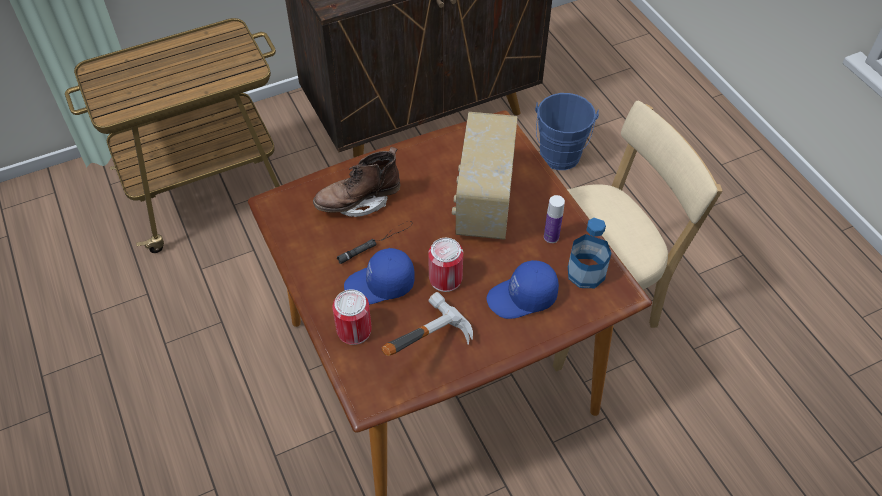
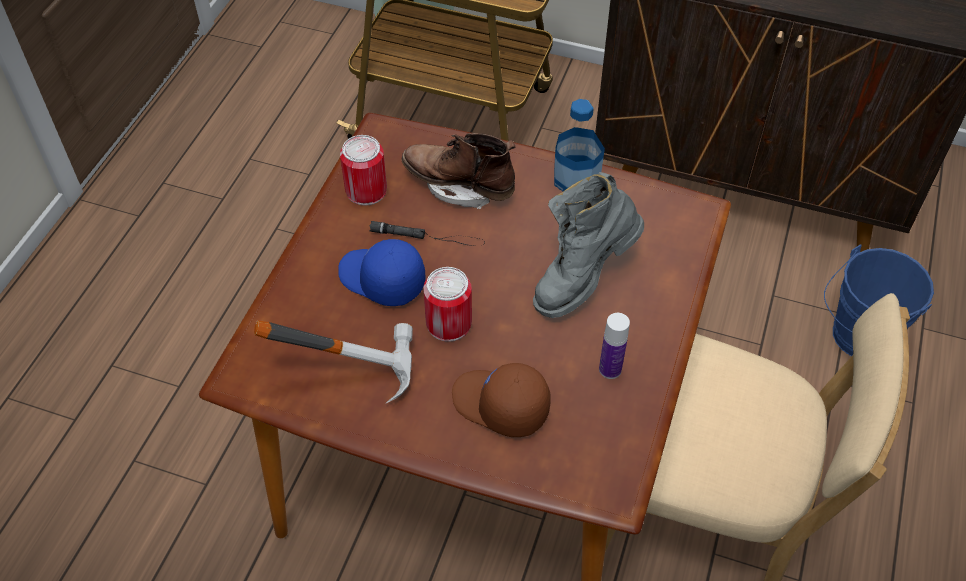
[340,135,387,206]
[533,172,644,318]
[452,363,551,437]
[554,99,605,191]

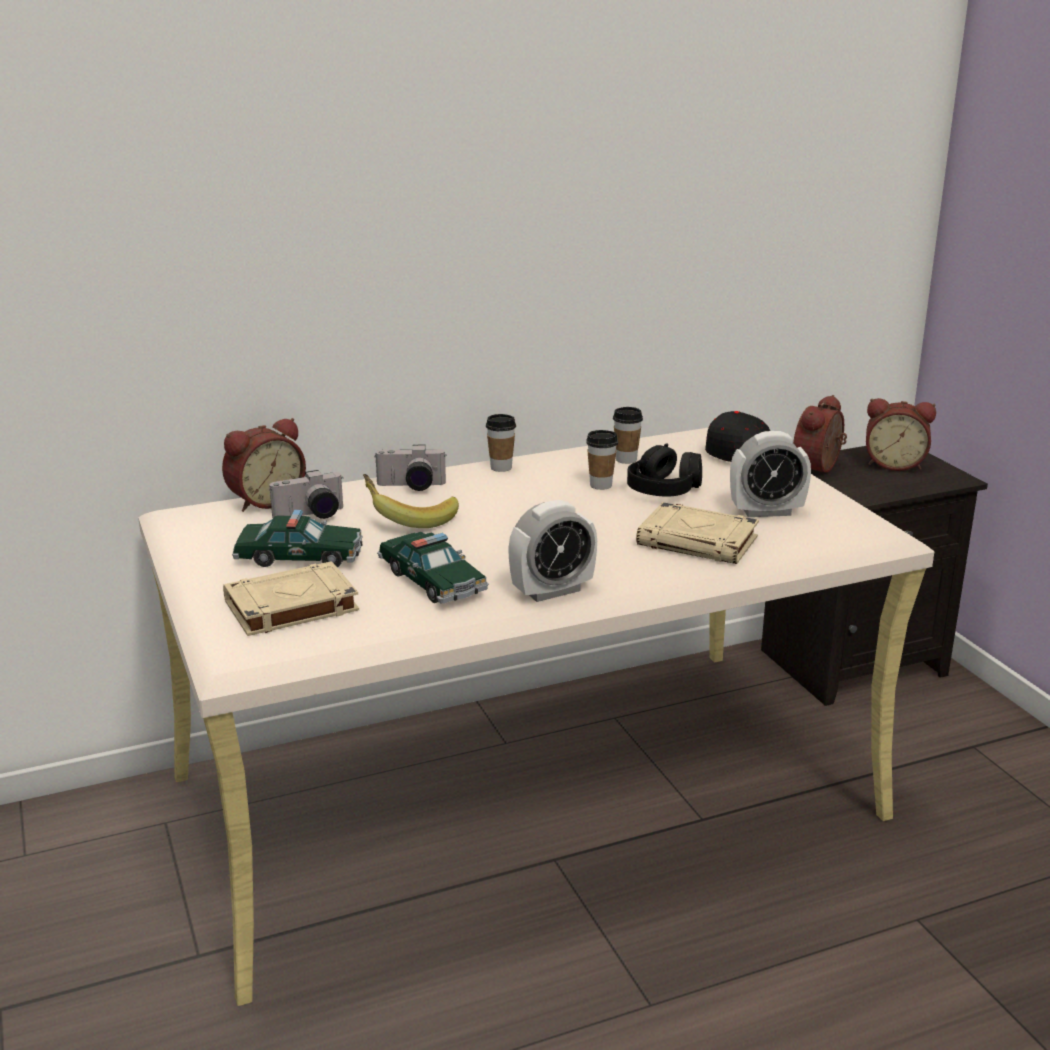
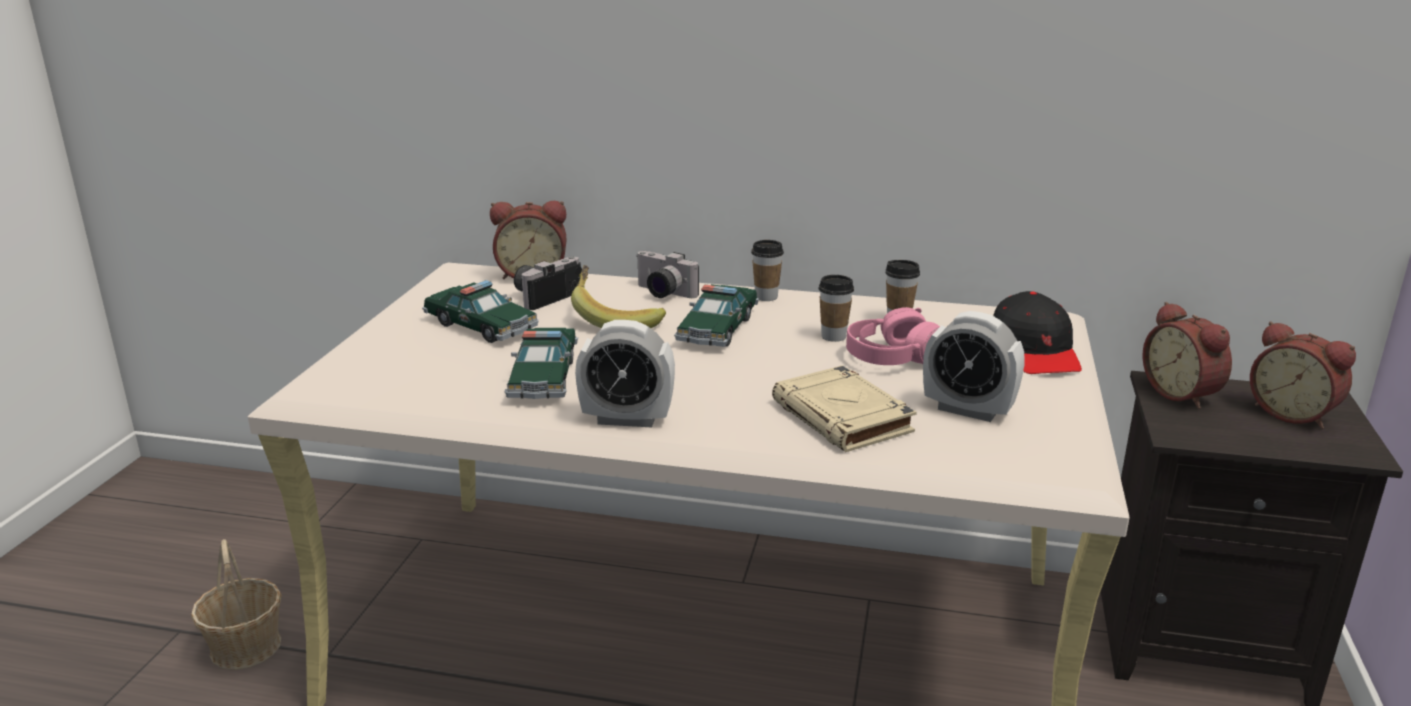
[223,561,359,636] (first image)
[514,256,582,310]
[846,307,940,365]
[1143,302,1232,409]
[191,539,282,670]
[674,284,759,347]

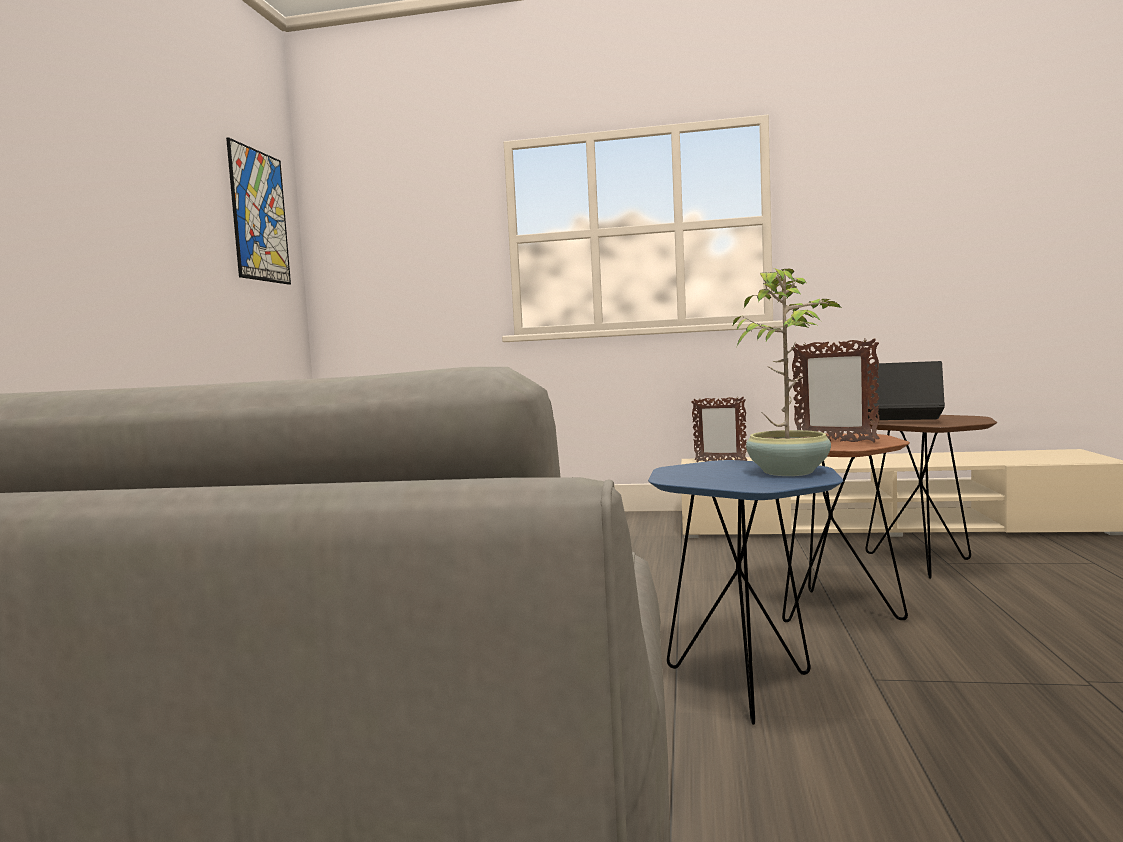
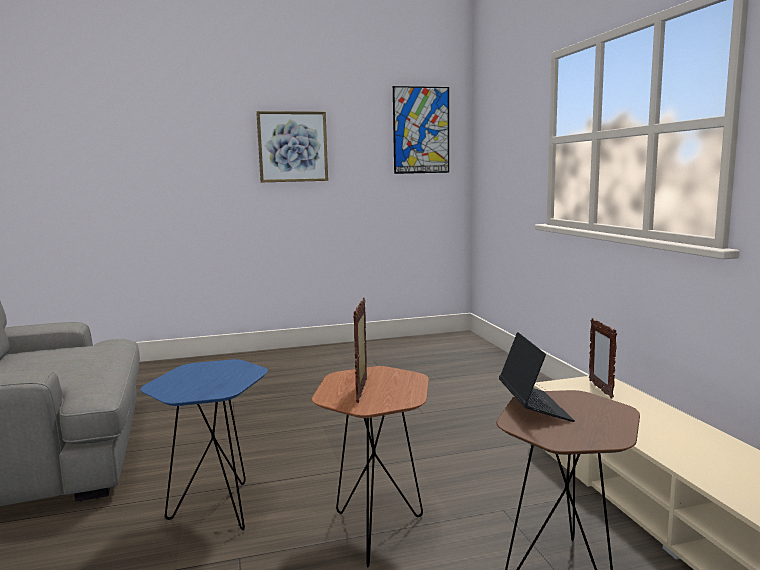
[733,268,842,476] (first image)
[256,111,328,182]

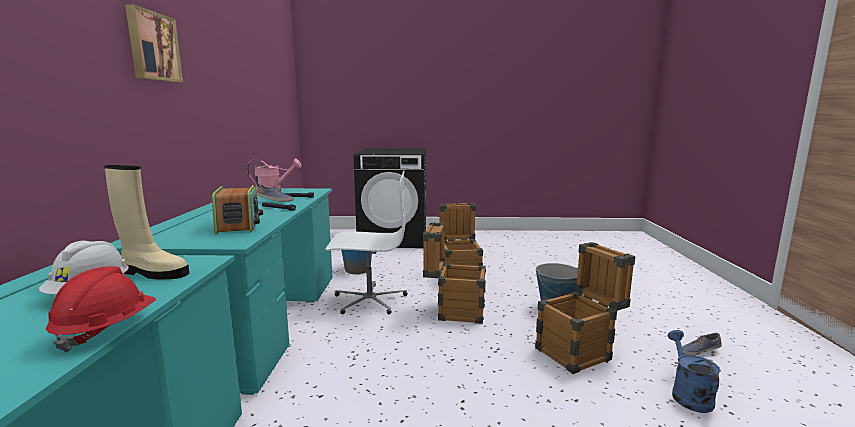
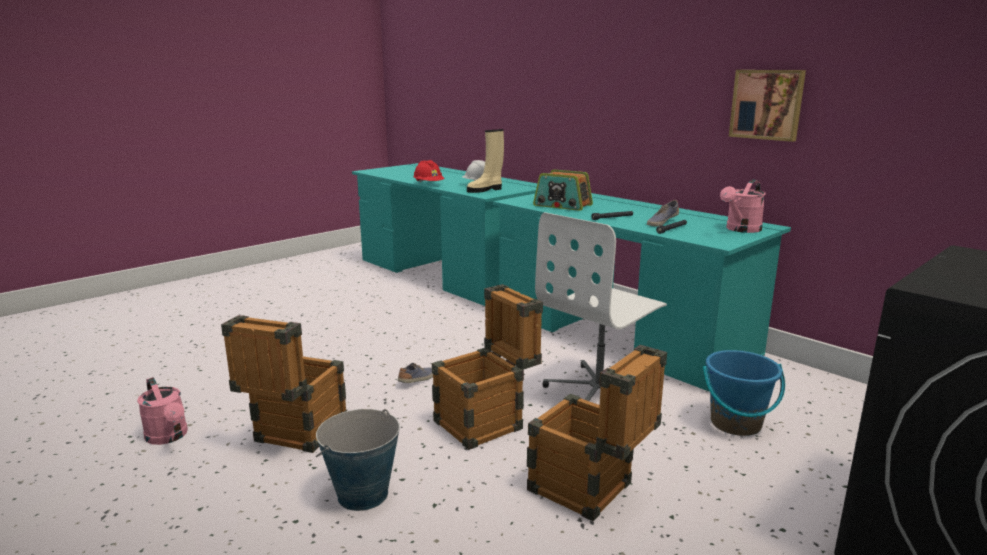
[729,70,806,142]
[137,377,188,445]
[398,363,433,383]

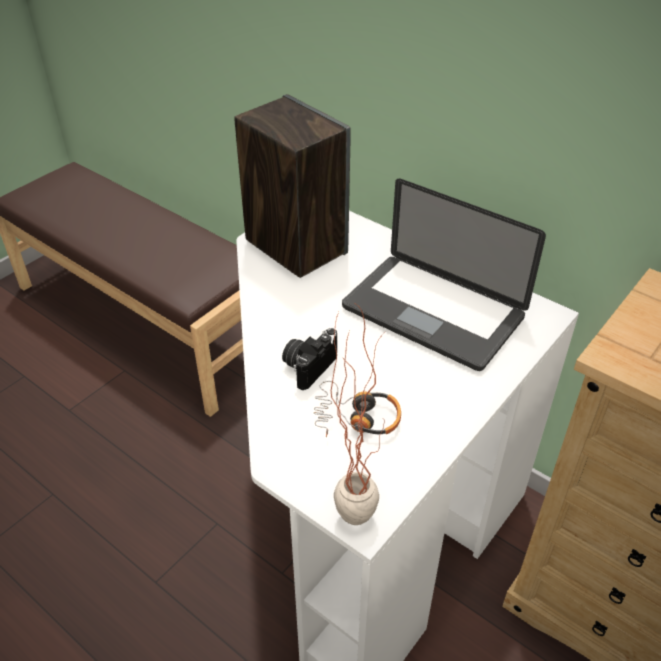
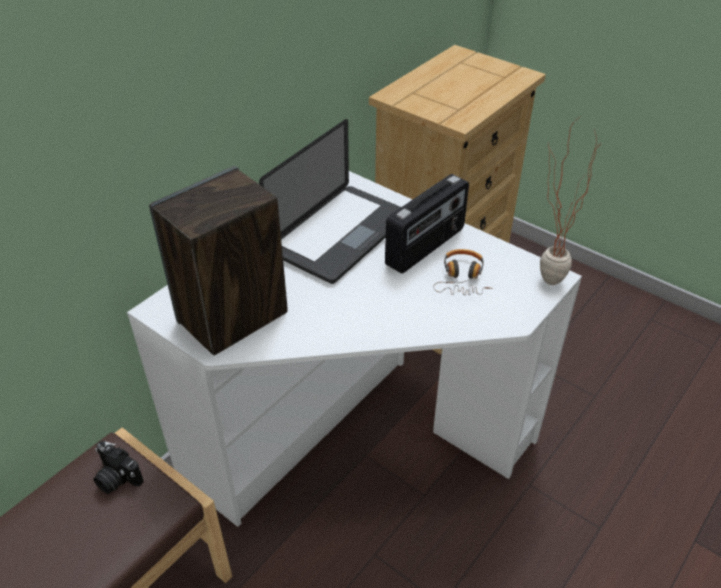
[93,441,144,494]
[385,174,469,273]

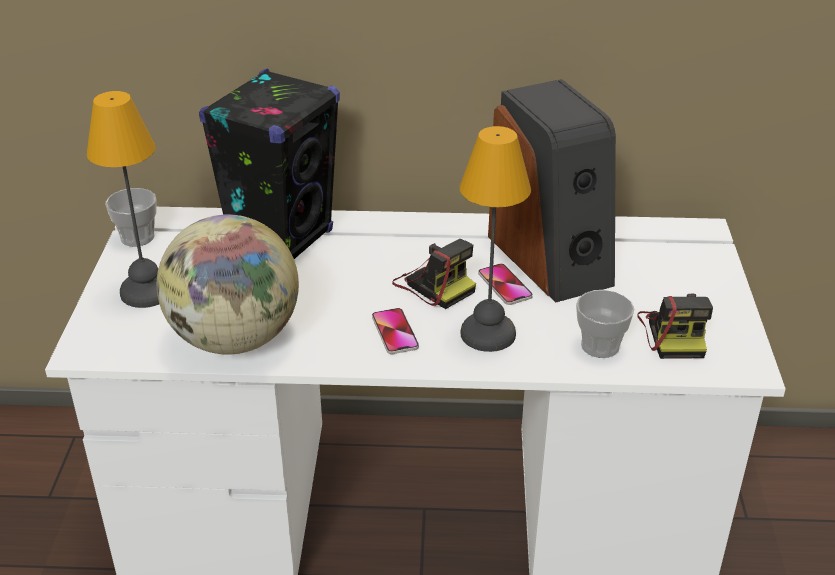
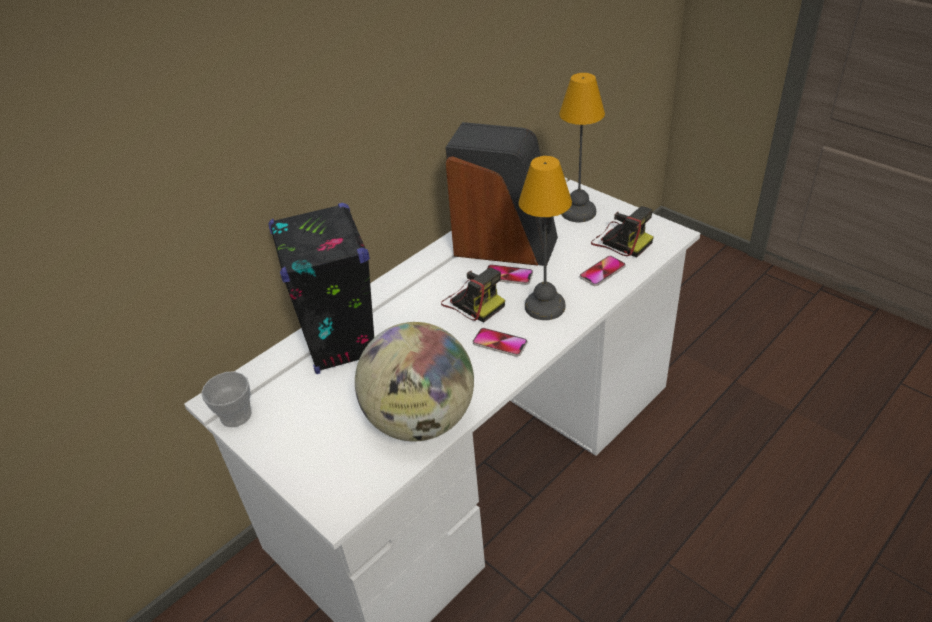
[559,73,605,222]
[441,268,505,323]
[580,256,626,286]

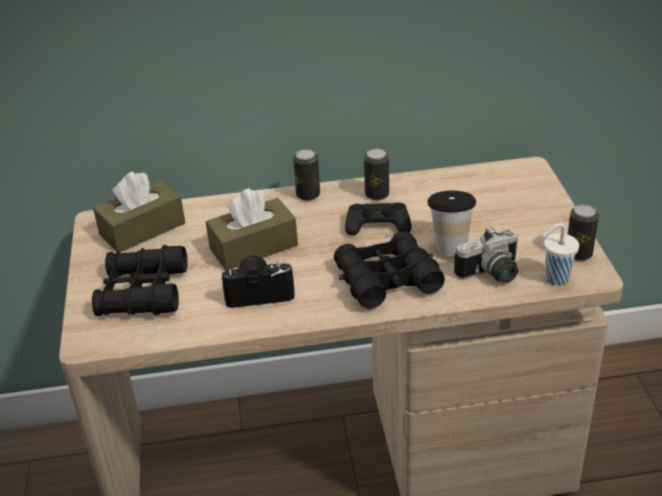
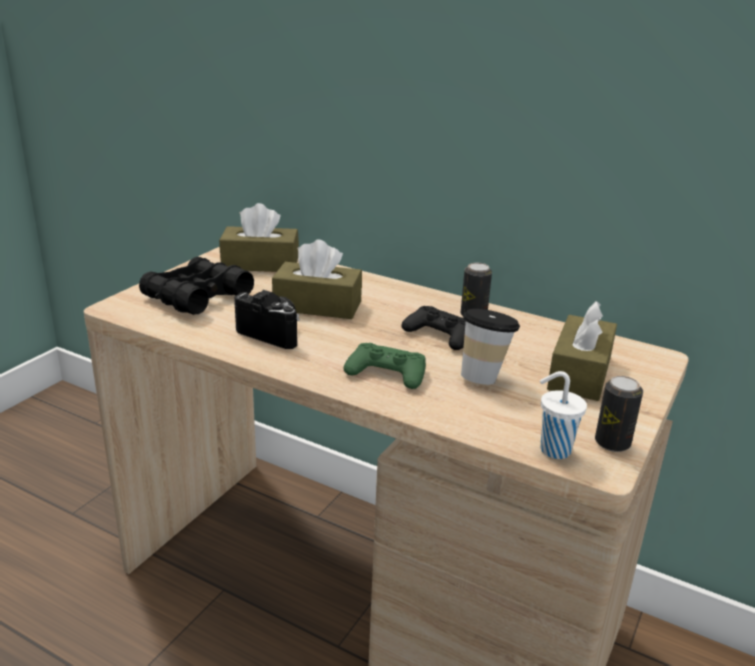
[293,149,320,201] (first image)
[344,343,426,389]
[454,227,519,283] (first image)
[547,301,617,401]

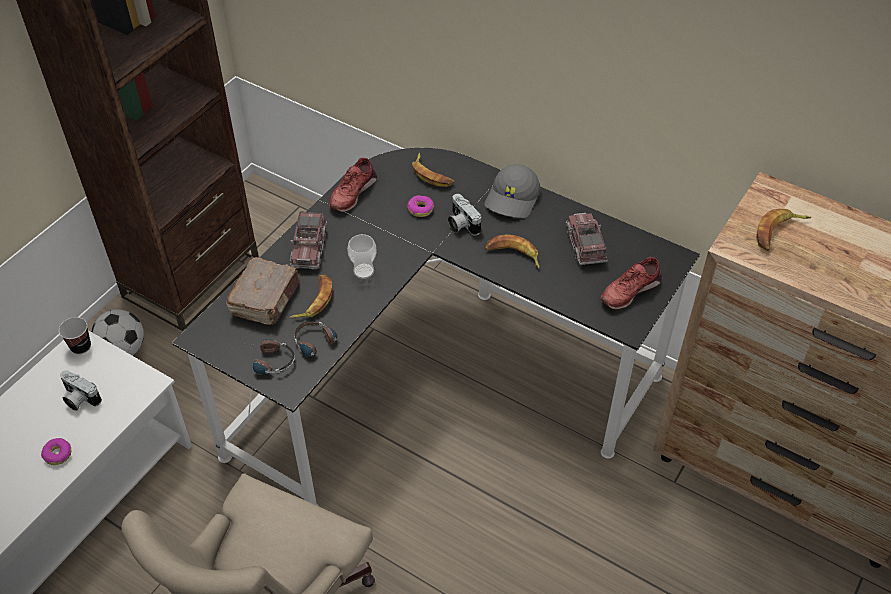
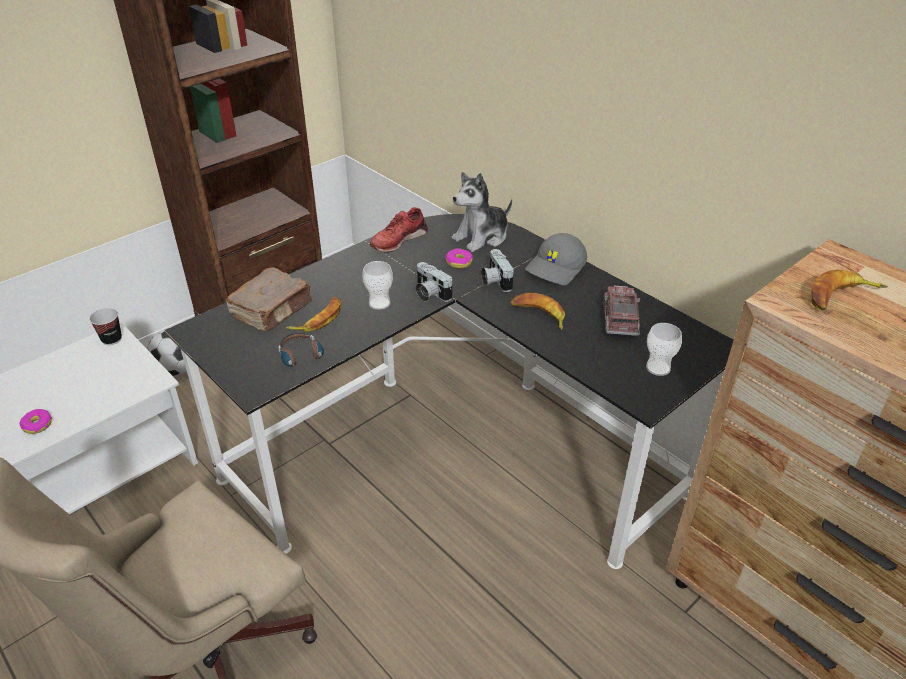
[416,262,452,302]
[250,339,295,374] (first image)
[290,211,327,269] (first image)
[452,172,512,252]
[646,323,682,376]

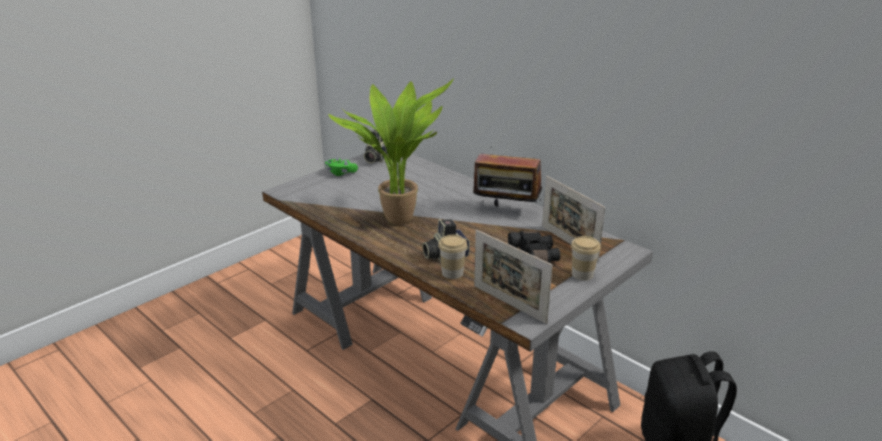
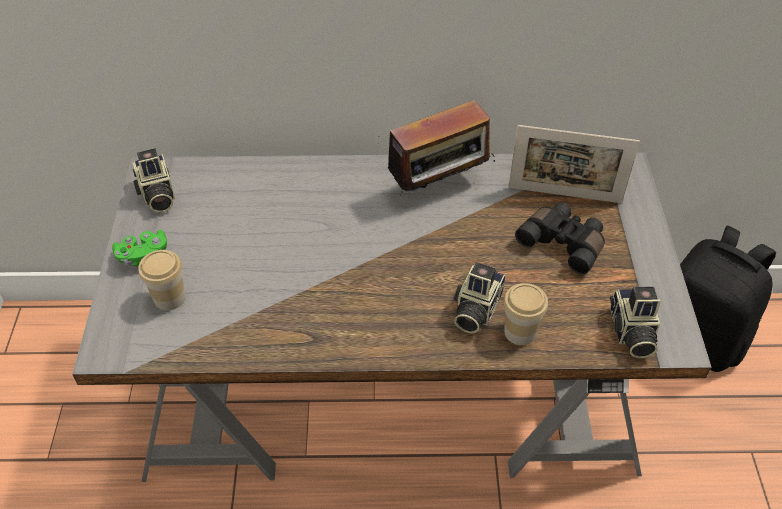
[328,78,454,225] (first image)
[610,287,660,358]
[138,250,185,311]

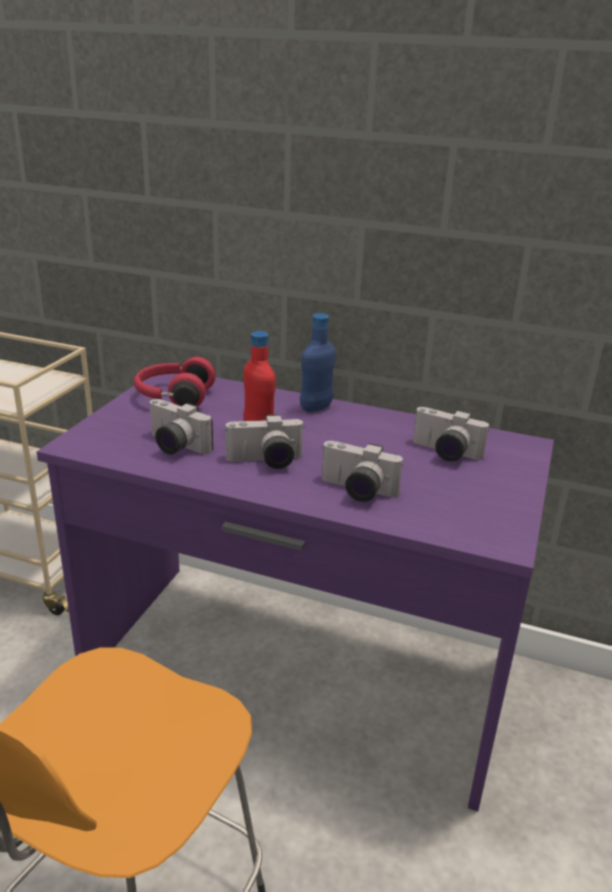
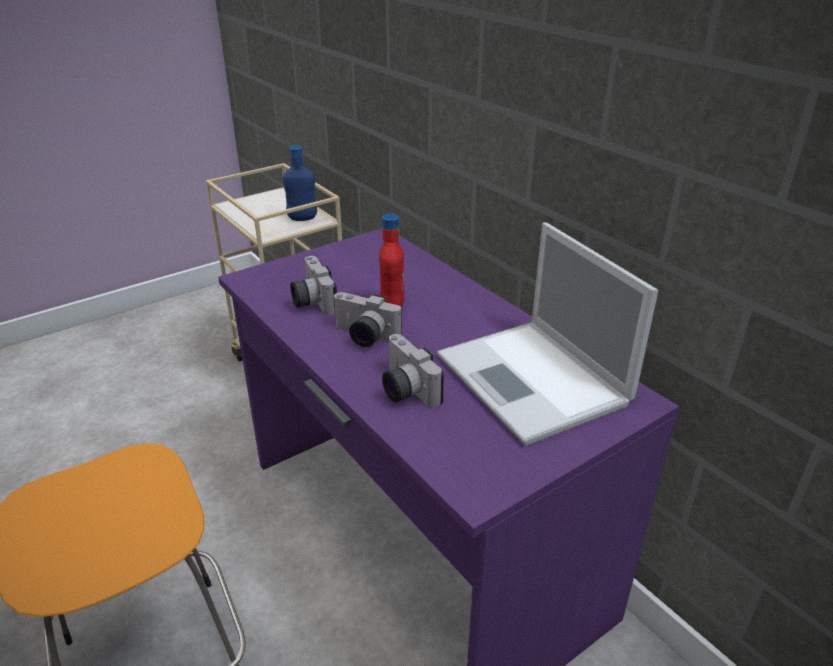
[134,357,216,406] (first image)
[283,146,317,221]
[437,222,658,446]

